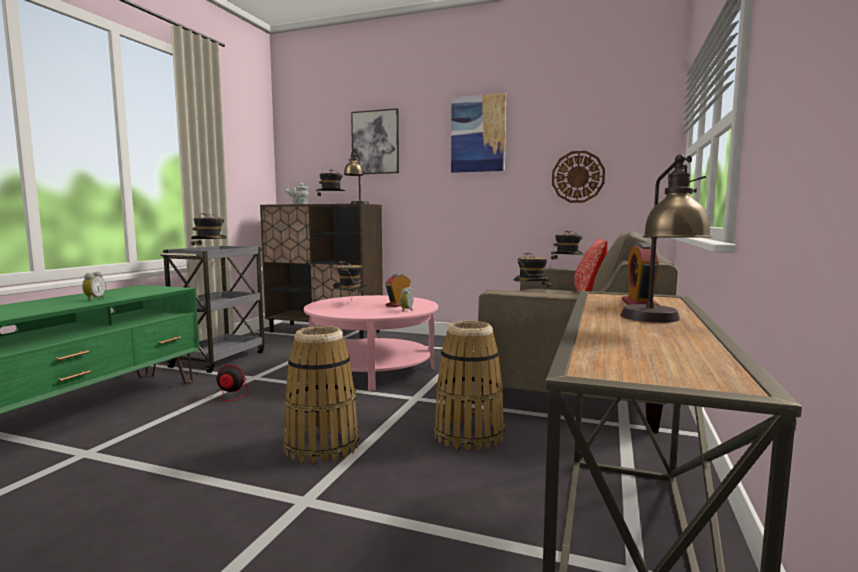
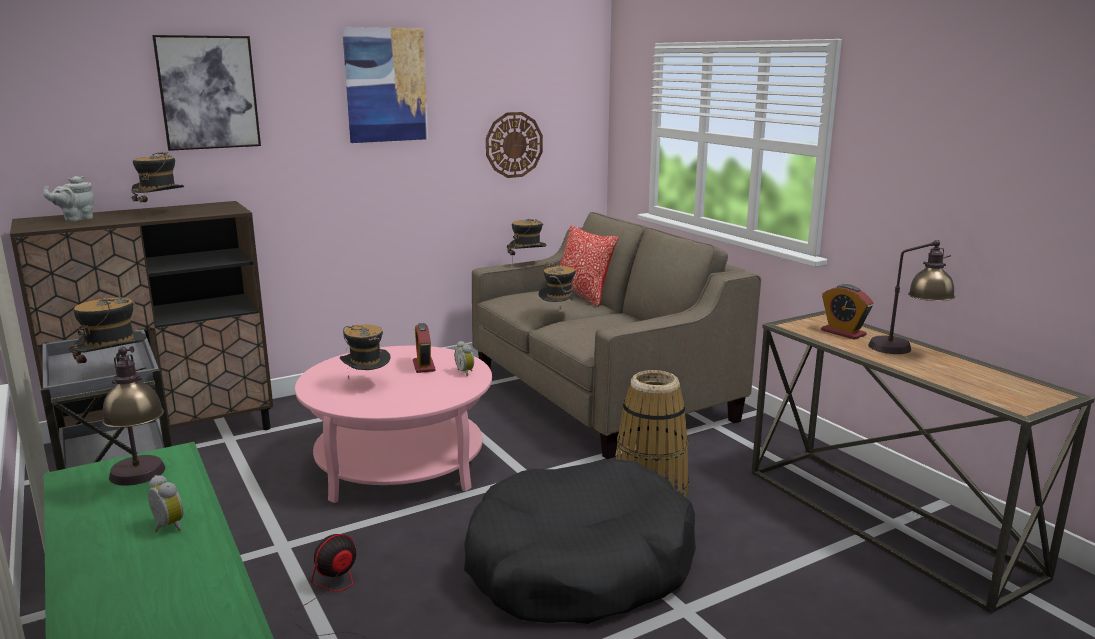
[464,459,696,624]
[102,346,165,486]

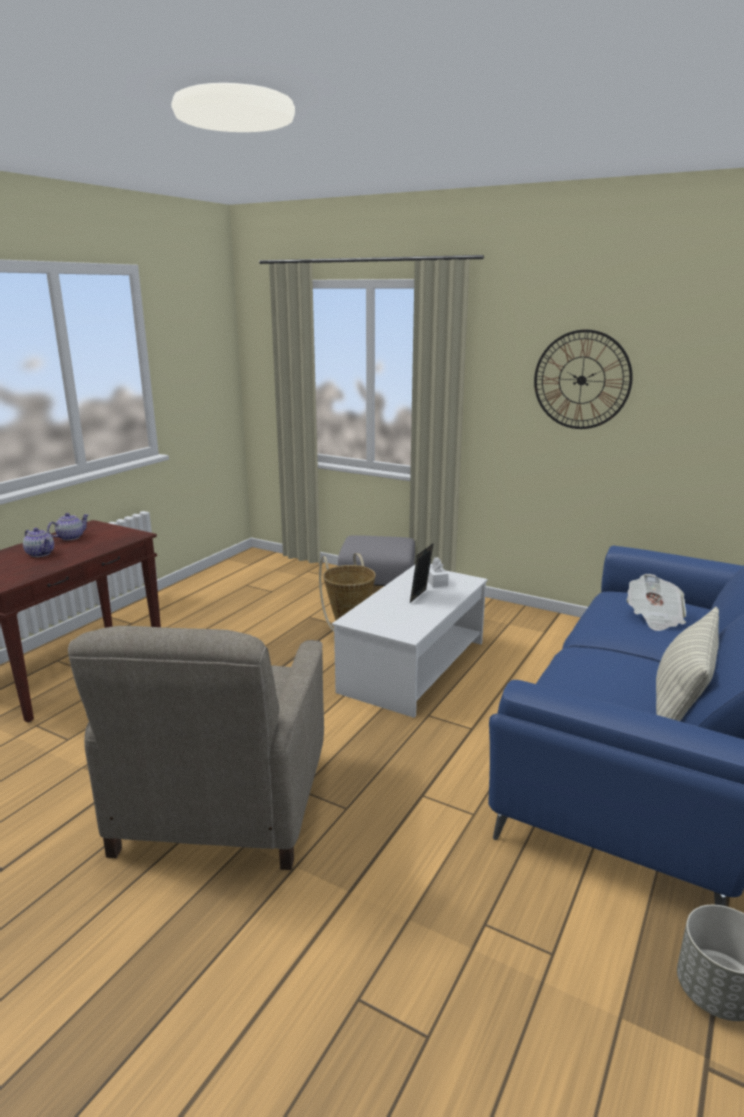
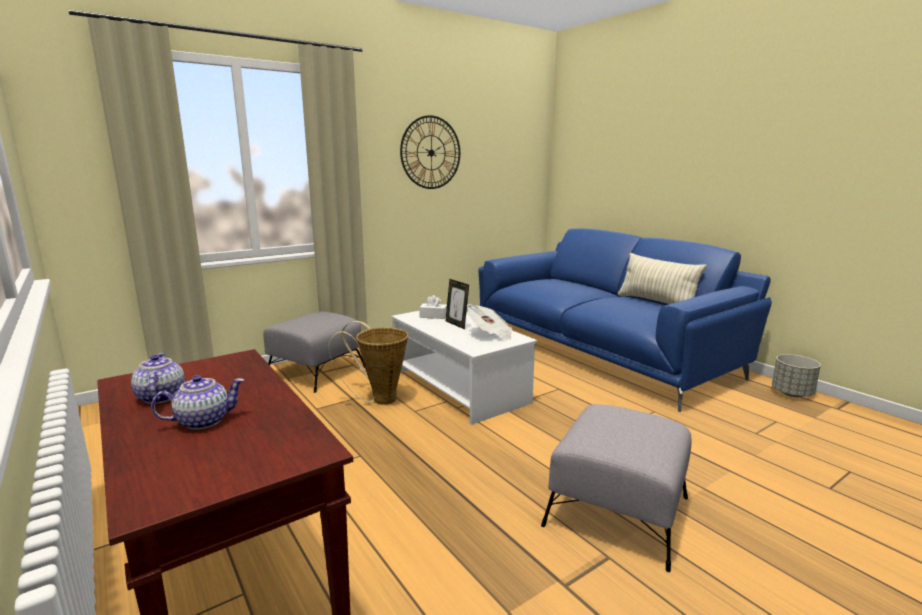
[541,404,692,572]
[467,304,512,340]

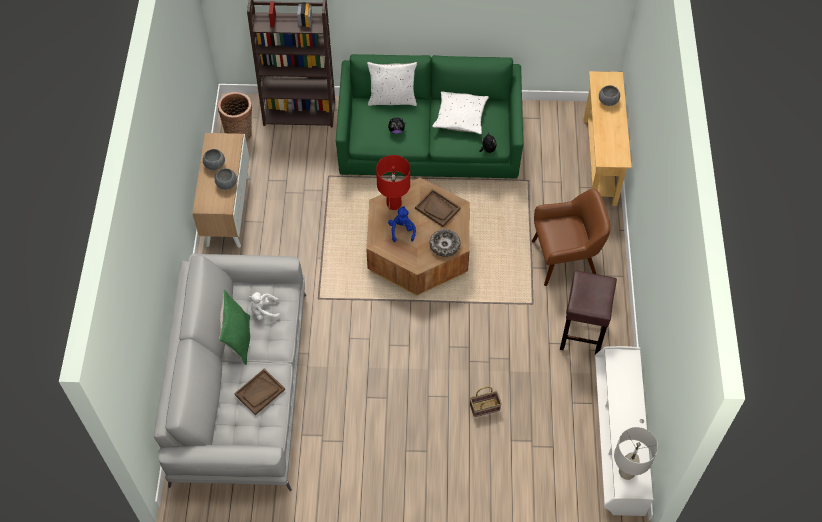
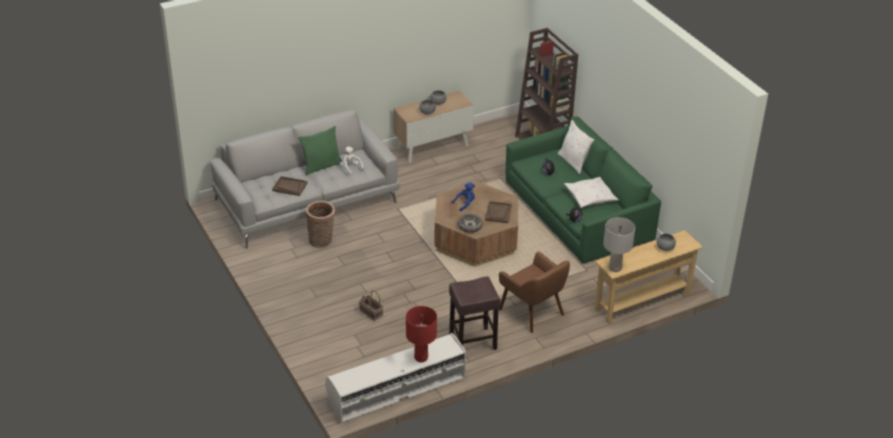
[306,201,335,248]
[406,306,437,362]
[603,217,635,272]

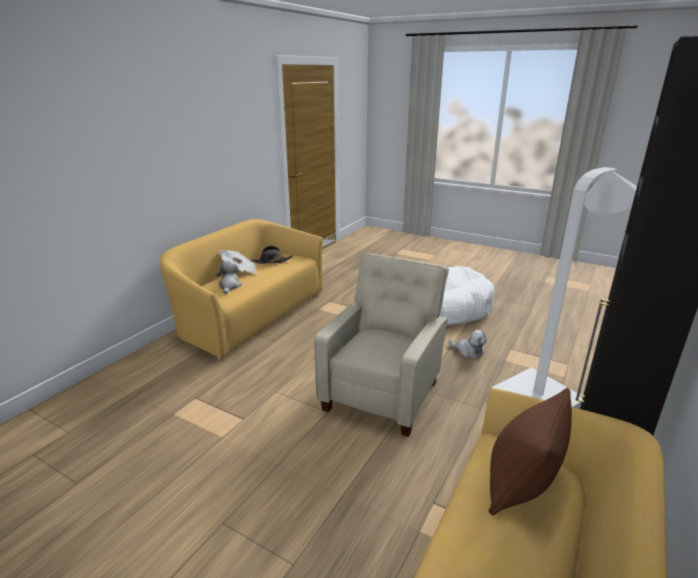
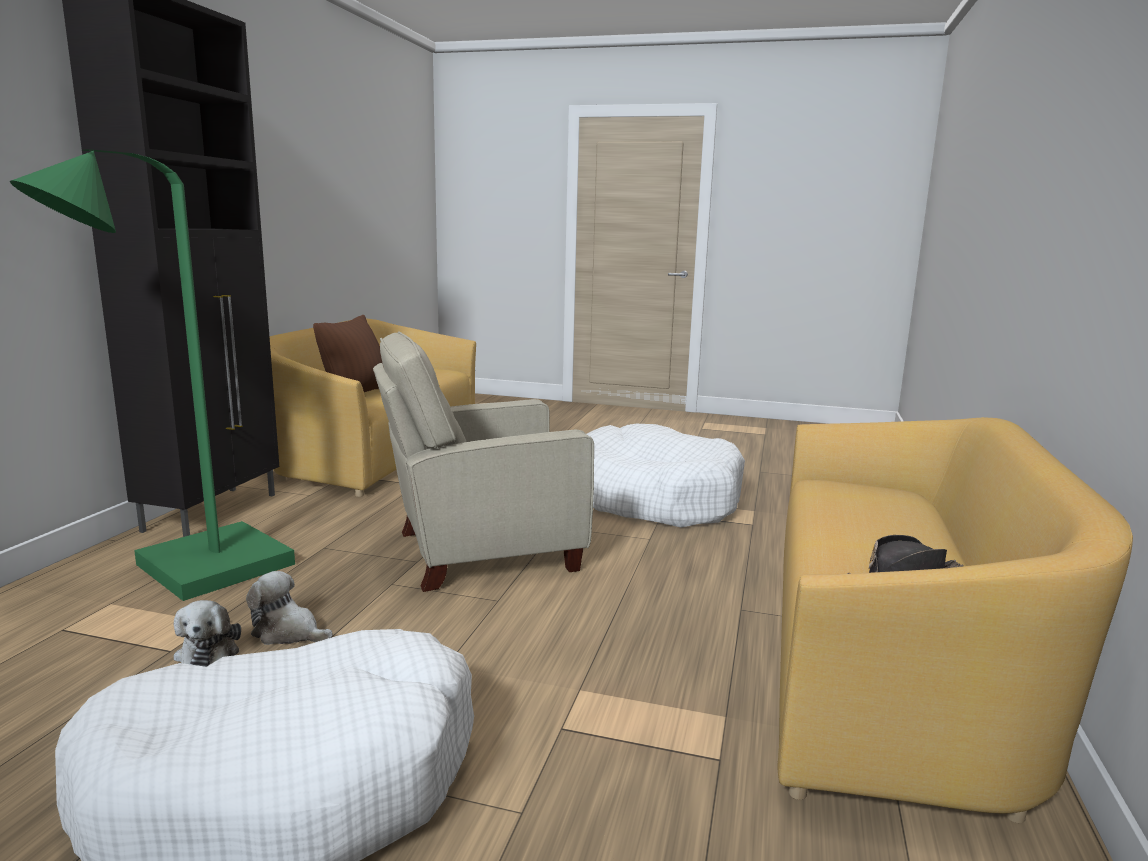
[174,600,241,667]
[219,250,257,274] (first image)
[373,332,594,592]
[10,150,295,601]
[587,424,745,528]

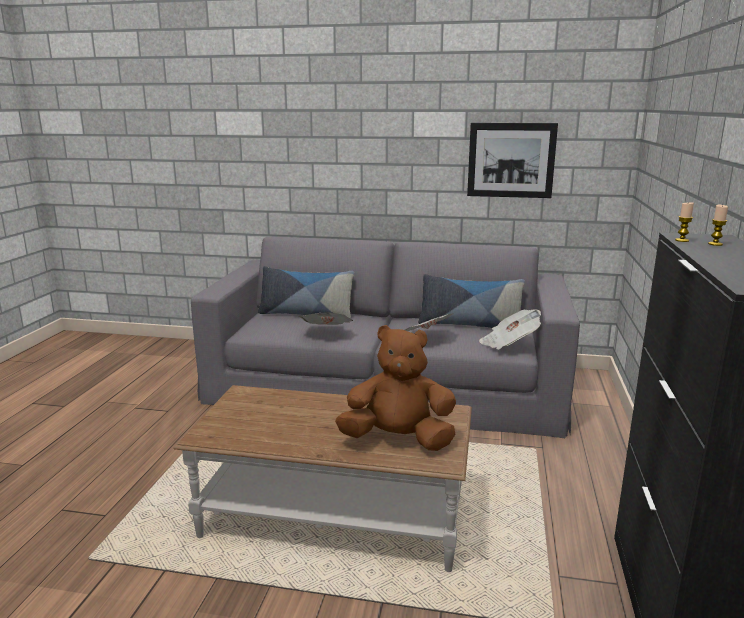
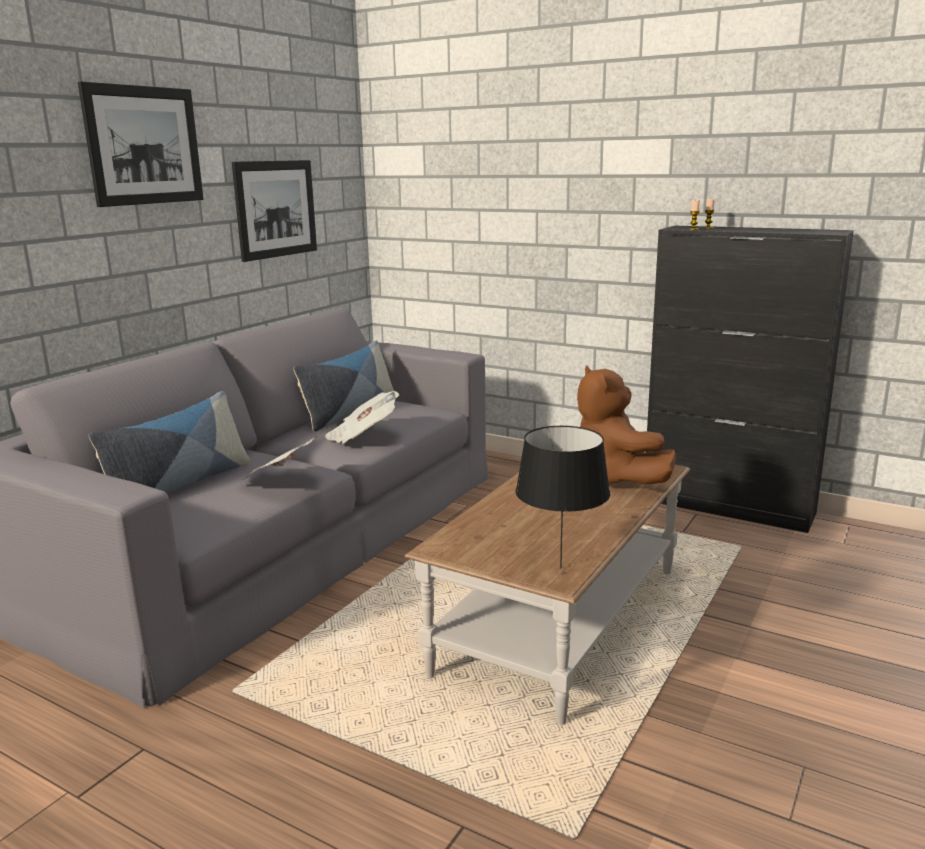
[577,366,676,484]
[479,310,541,349] (first image)
[78,82,204,207]
[515,426,610,568]

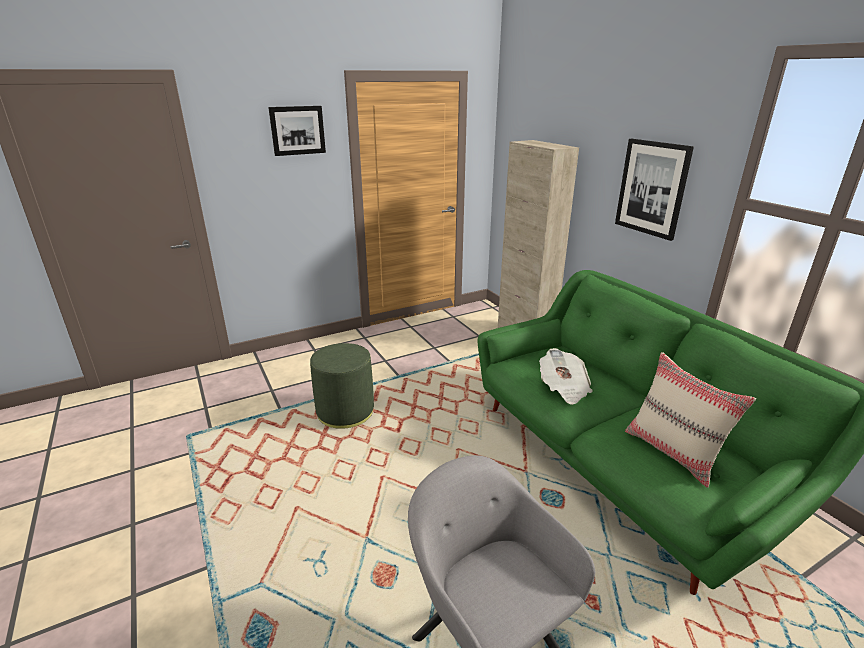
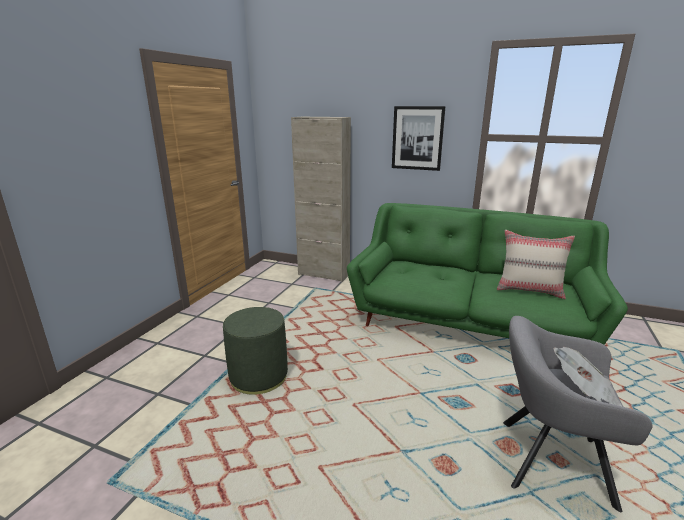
[268,106,326,156] (first image)
[554,347,622,406]

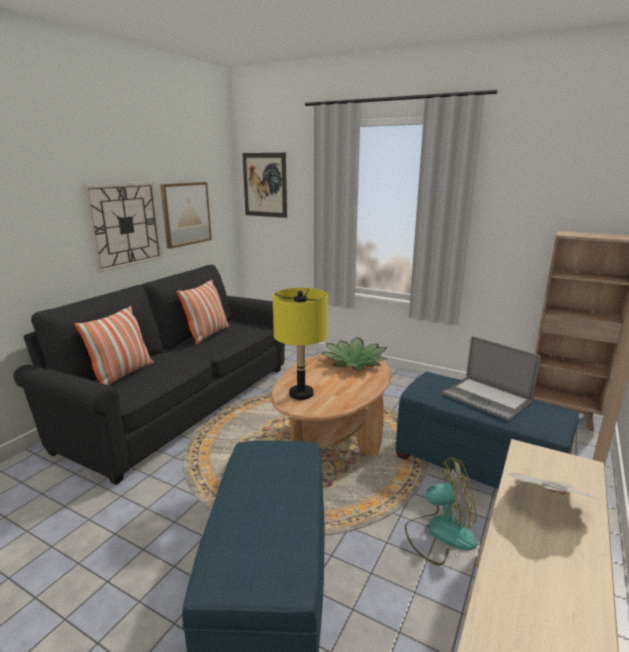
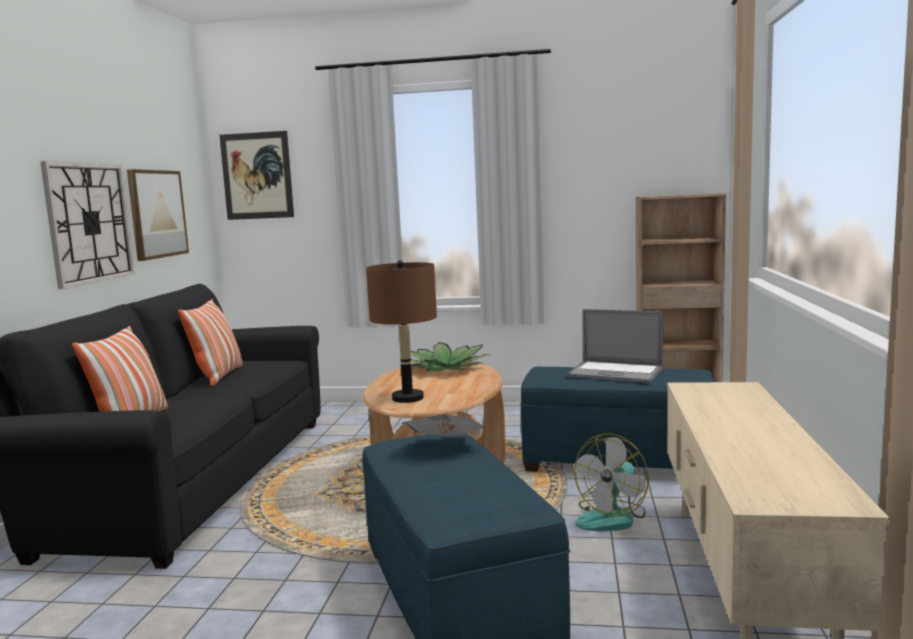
[366,260,437,403]
[574,434,649,531]
[402,415,485,436]

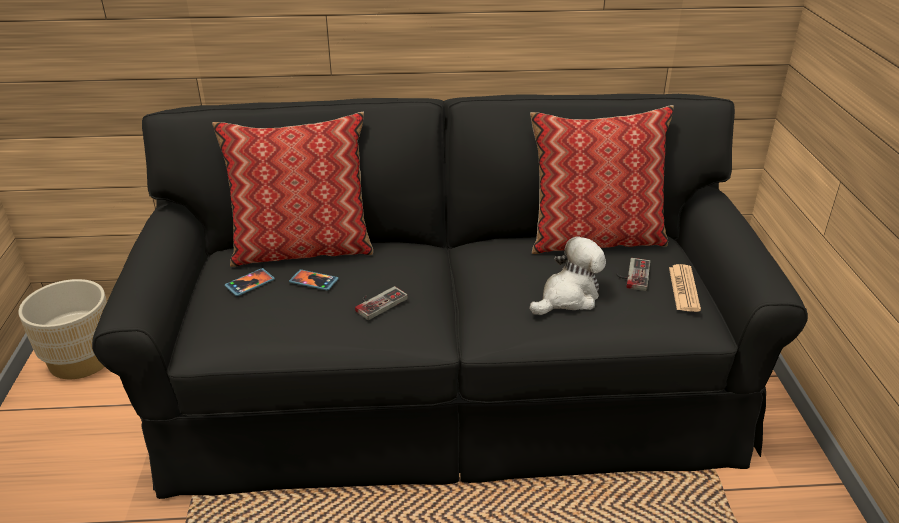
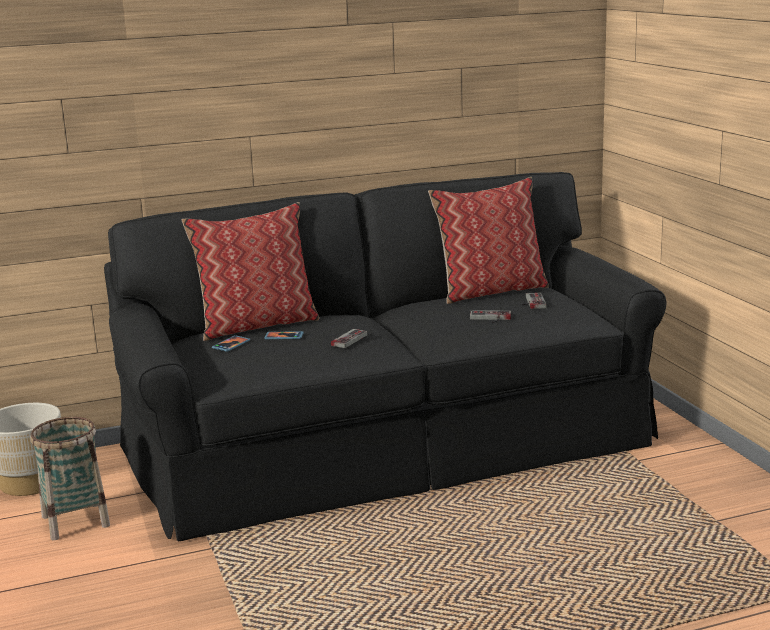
[470,311,511,323]
[669,264,701,312] (first image)
[30,417,110,540]

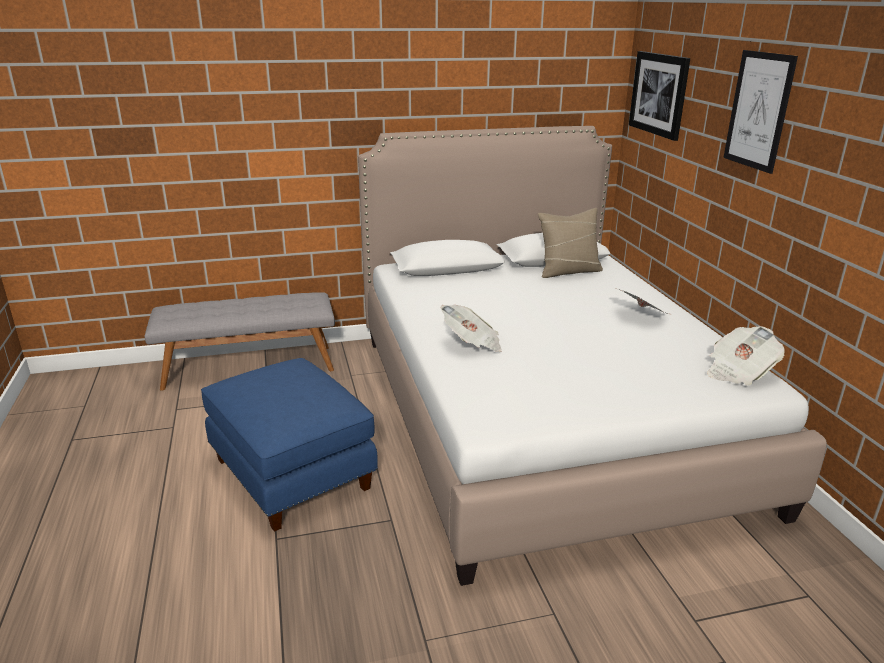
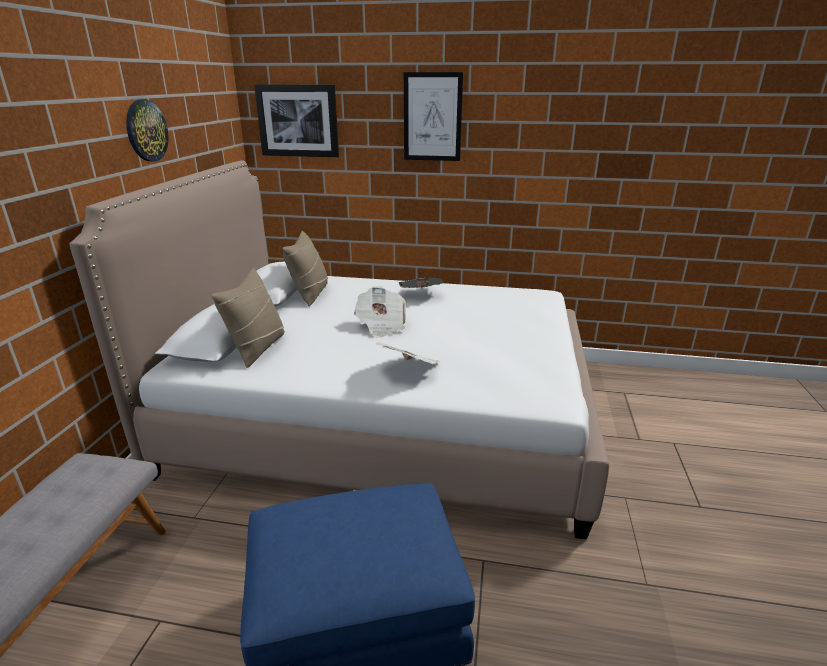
[354,286,406,338]
[126,100,168,162]
[211,268,285,368]

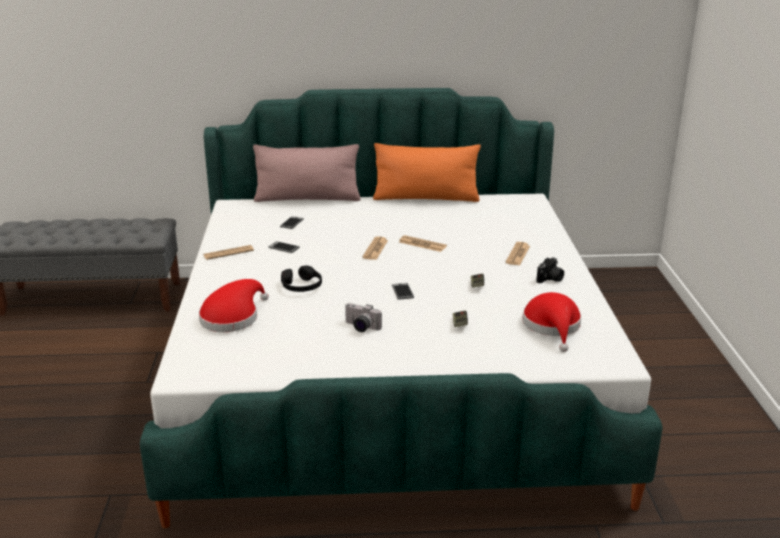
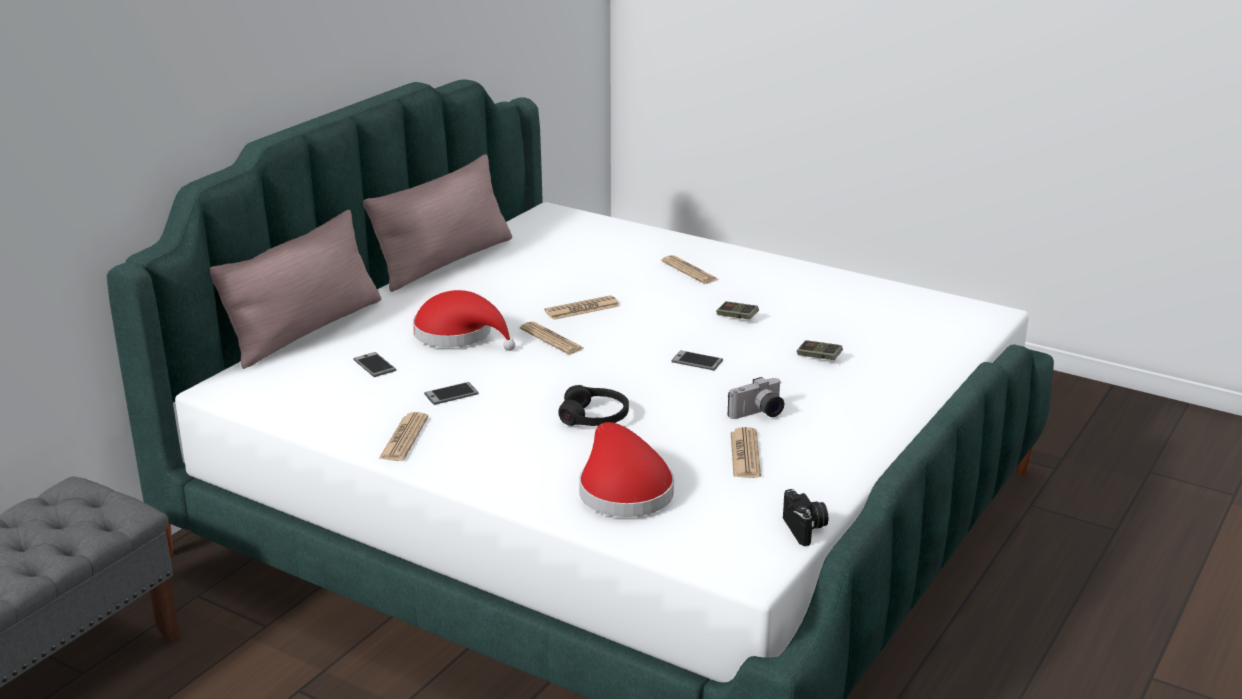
[363,154,512,292]
[413,290,515,351]
[783,489,828,546]
[731,427,761,478]

